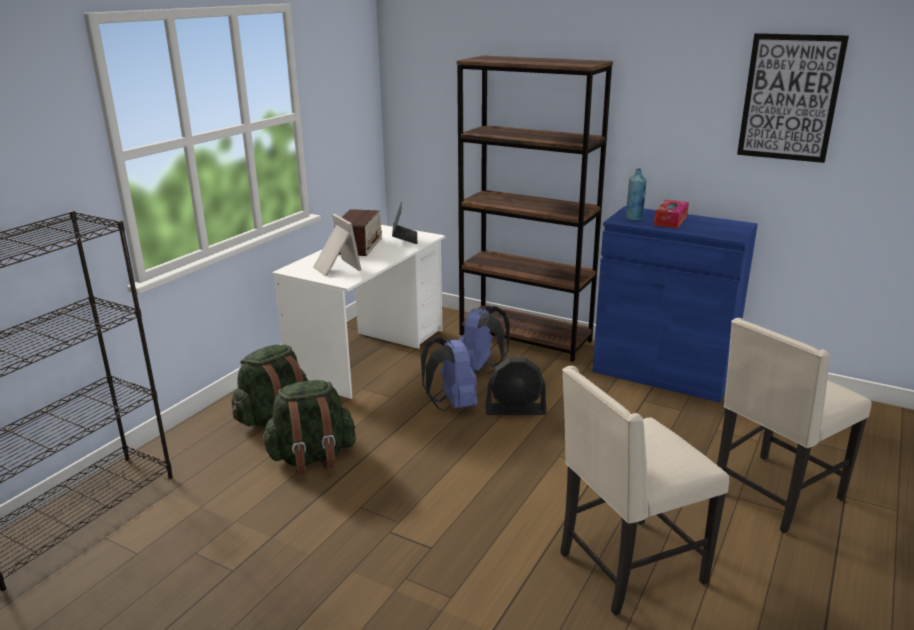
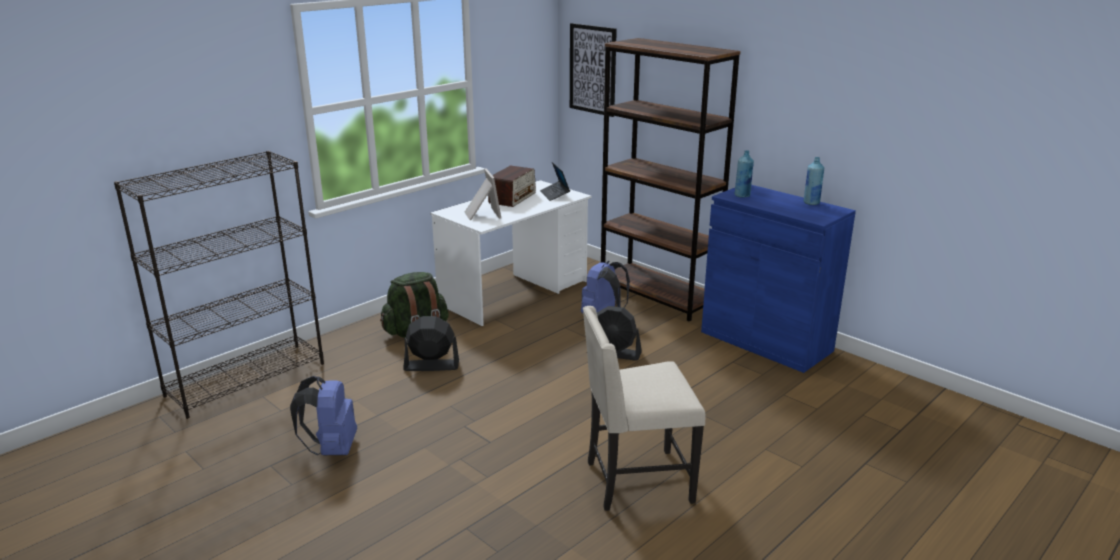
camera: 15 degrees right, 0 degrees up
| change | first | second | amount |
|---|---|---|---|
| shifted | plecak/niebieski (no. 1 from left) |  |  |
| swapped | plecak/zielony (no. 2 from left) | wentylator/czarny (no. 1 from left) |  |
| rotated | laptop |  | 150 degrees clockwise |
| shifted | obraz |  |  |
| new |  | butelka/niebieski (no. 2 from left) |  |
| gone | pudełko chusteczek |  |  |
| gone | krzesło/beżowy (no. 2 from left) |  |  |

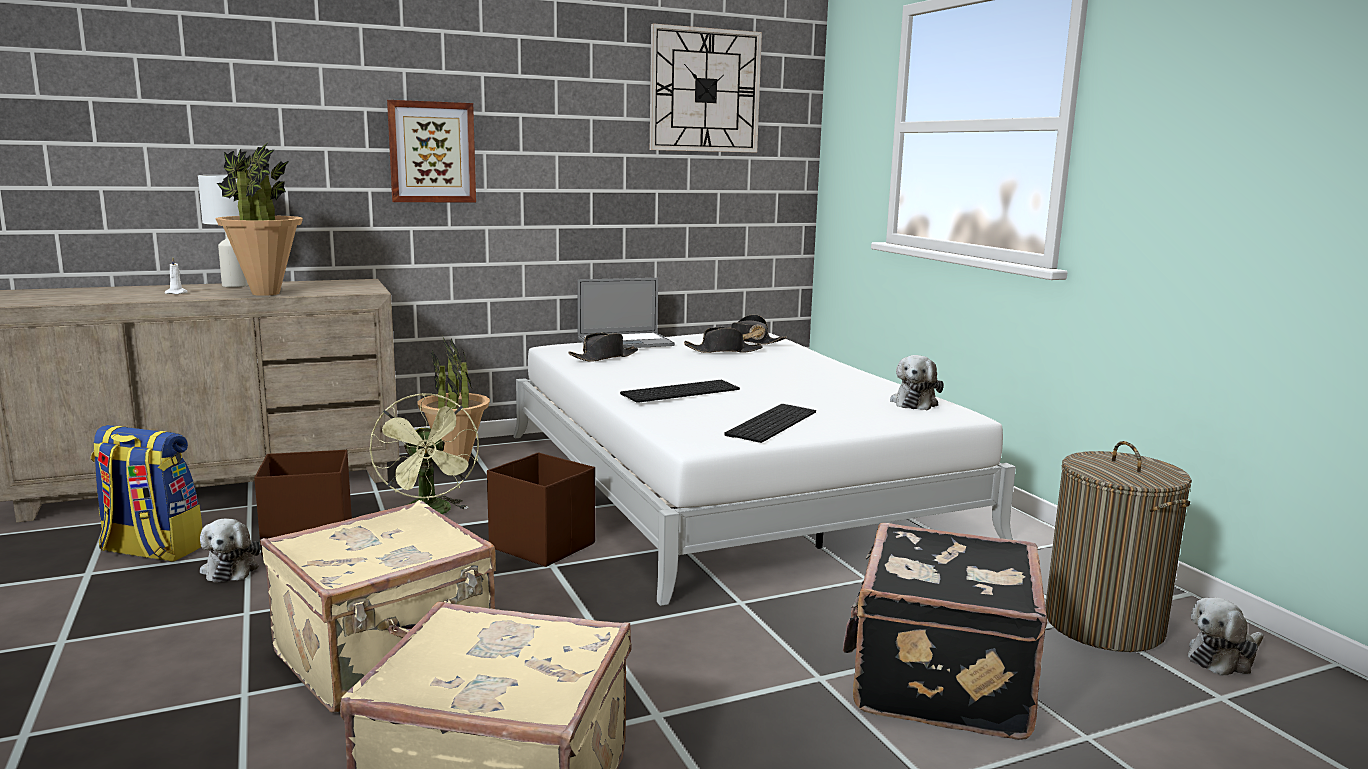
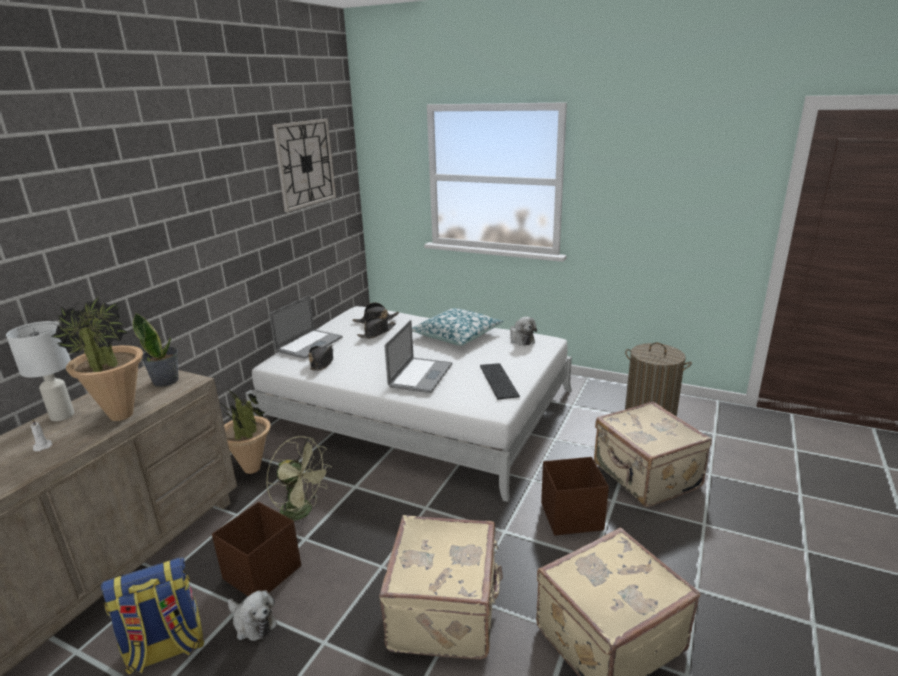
camera: 40 degrees left, 10 degrees up
| change | first | second | amount |
|---|---|---|---|
| new |  | roślina doniczkowa (no. 2 from left) |  |
| swapped | klawiatura (no. 1 from left) | laptop (no. 2 from left) |  |
| new |  | poduszka |  |
| shifted | pojemnik do przechowywania/brązowy (no. 2 from left) |  |  |
| repainted | walizka/czarny | walizka/beżowy (no. 3 from left) |  |
| gone | obraz |  |  |
| gone | pluszak (no. 3 from left) |  |  |

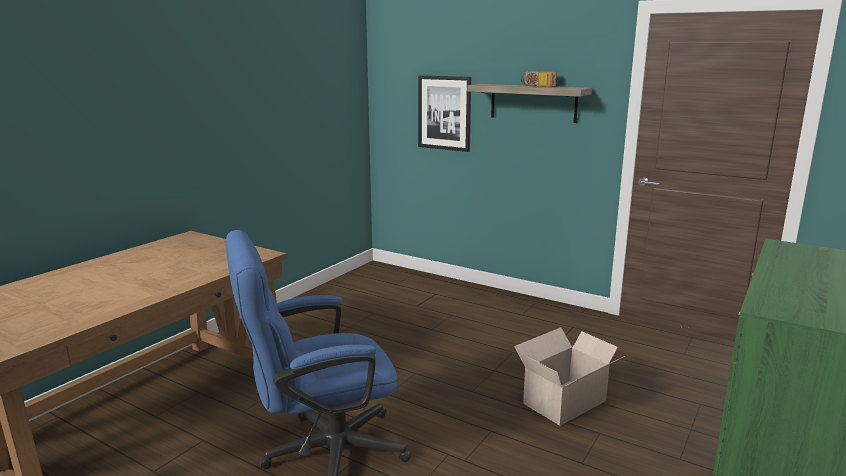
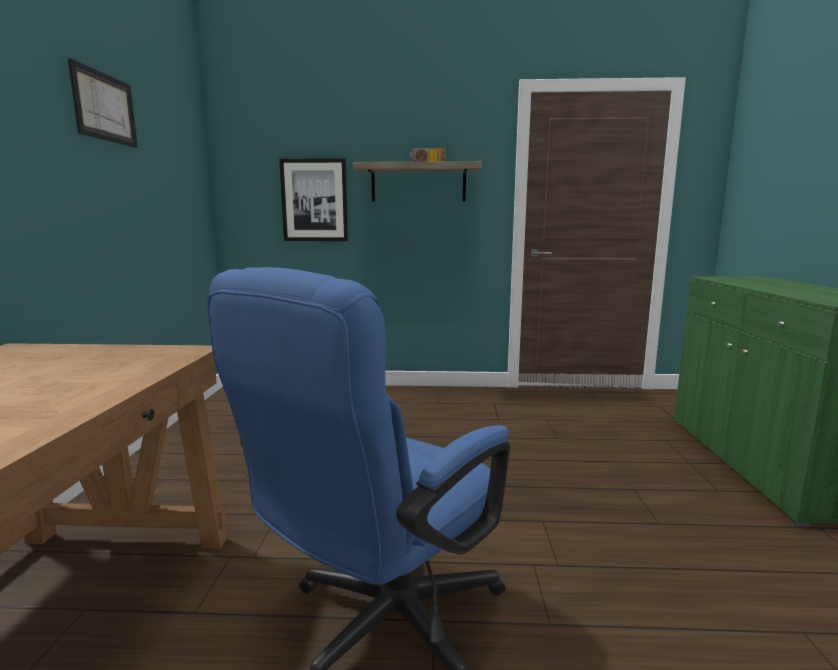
camera: 30 degrees left, 5 degrees down
| change | first | second | amount |
|---|---|---|---|
| new |  | obraz (no. 1 from left) |  |
| gone | karton |  |  |

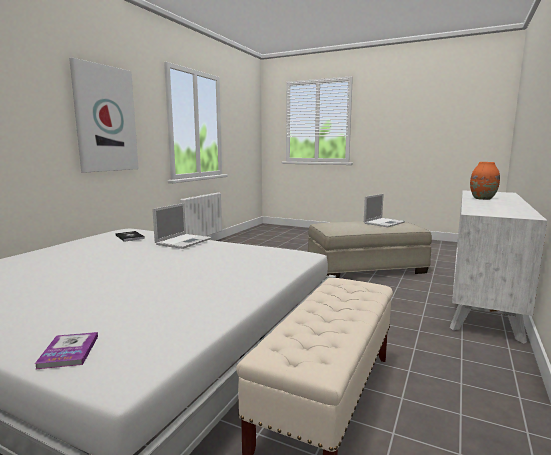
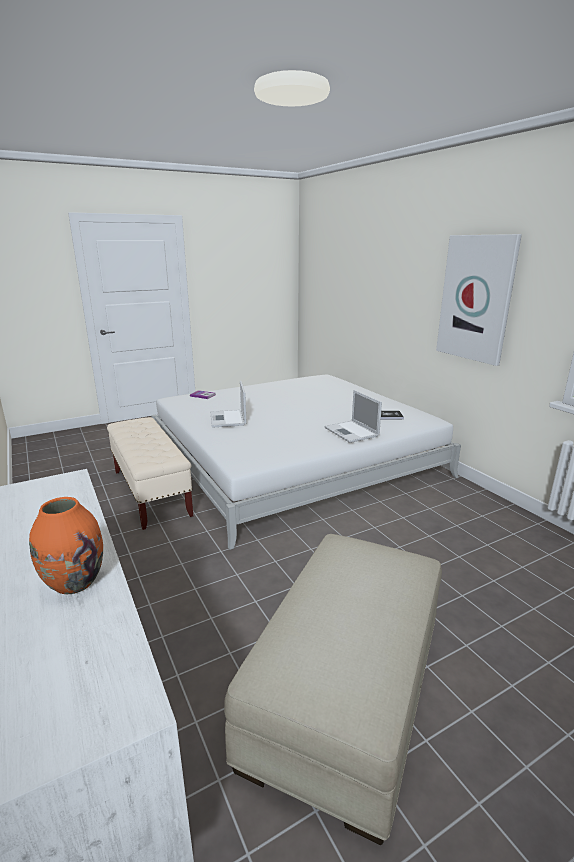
camera: 125 degrees right, 10 degrees up
| change | first | second | amount |
|---|---|---|---|
| shifted | laptop (no. 2 from left in the first image) | laptop (no. 1 from left) |  |

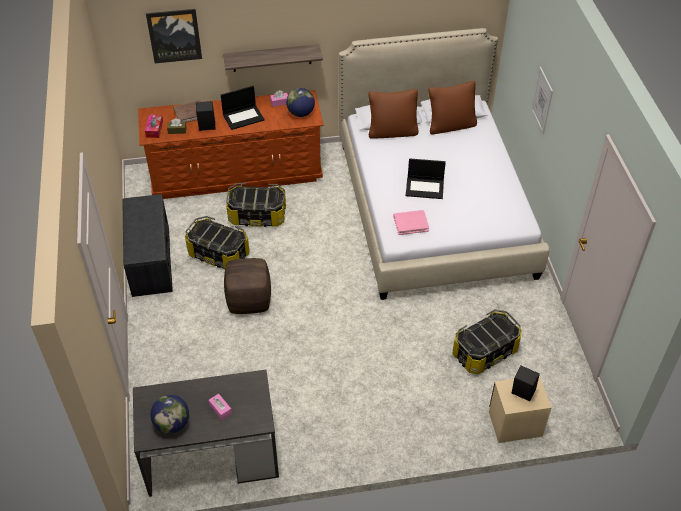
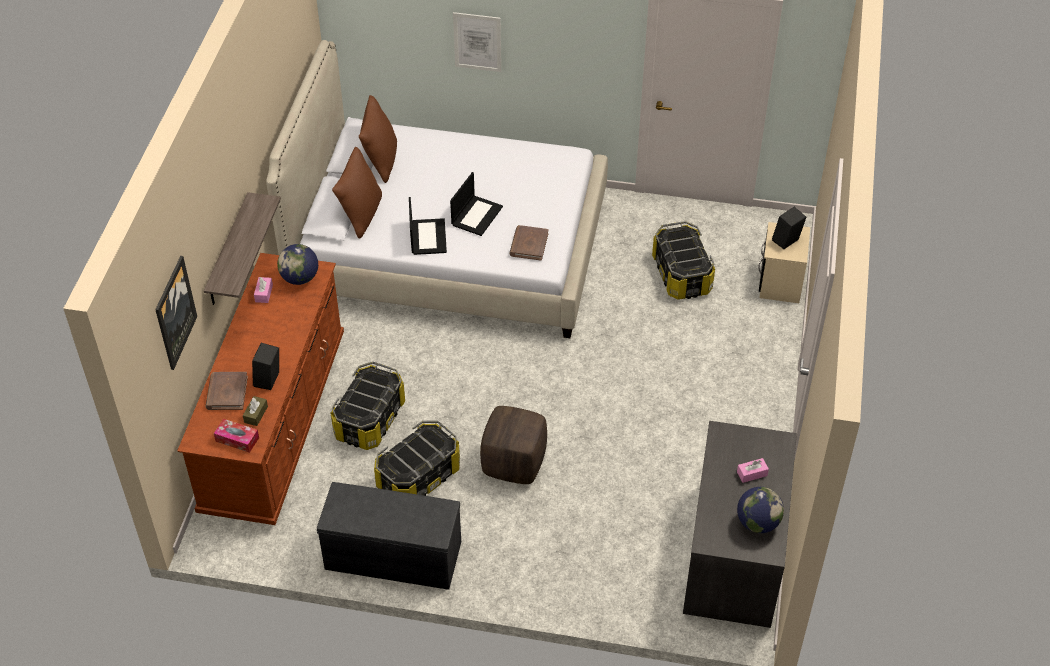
camera: 70 degrees left, 0 degrees up
| change | first | second | amount |
|---|---|---|---|
| shifted | laptop (no. 1 from left) |  |  |
| repainted | książka/różowy | książka/brązowy (no. 2 from left) |  |

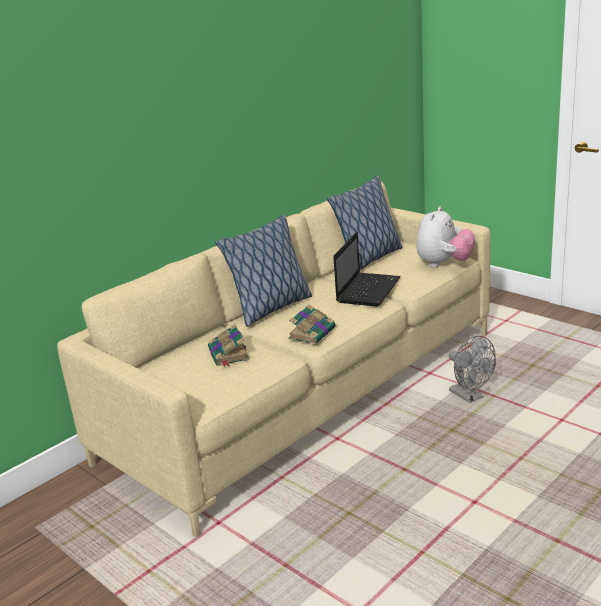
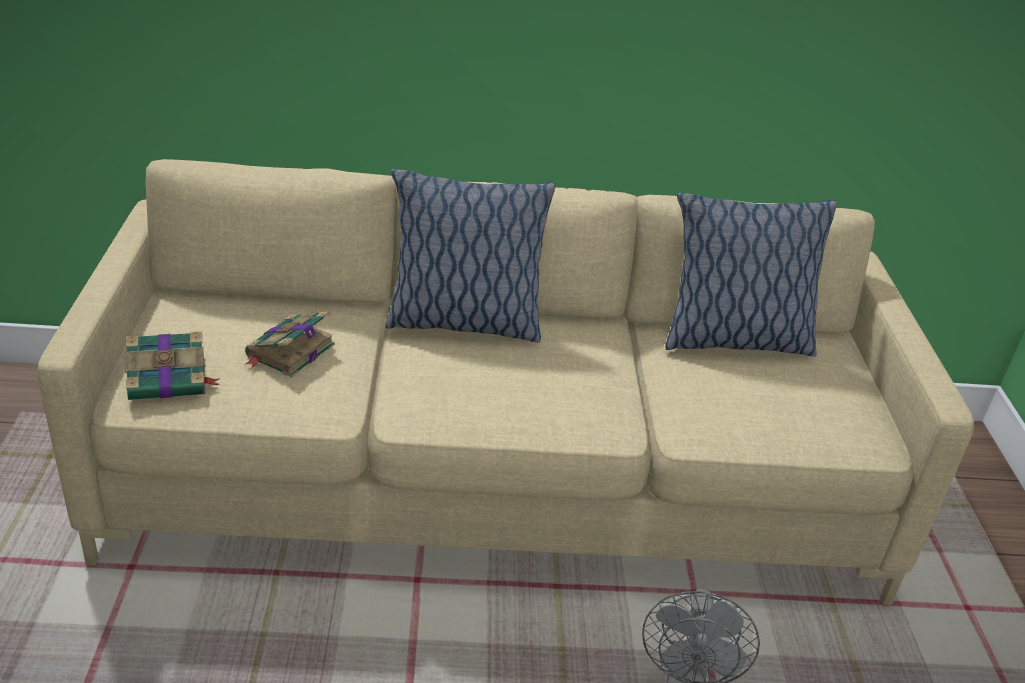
camera: 40 degrees right, 10 degrees up
| change | first | second | amount |
|---|---|---|---|
| shifted | książka (no. 2 from left in the first image) | książka (no. 1 from left) |  |
| gone | laptop |  |  |
| gone | pluszak |  |  |

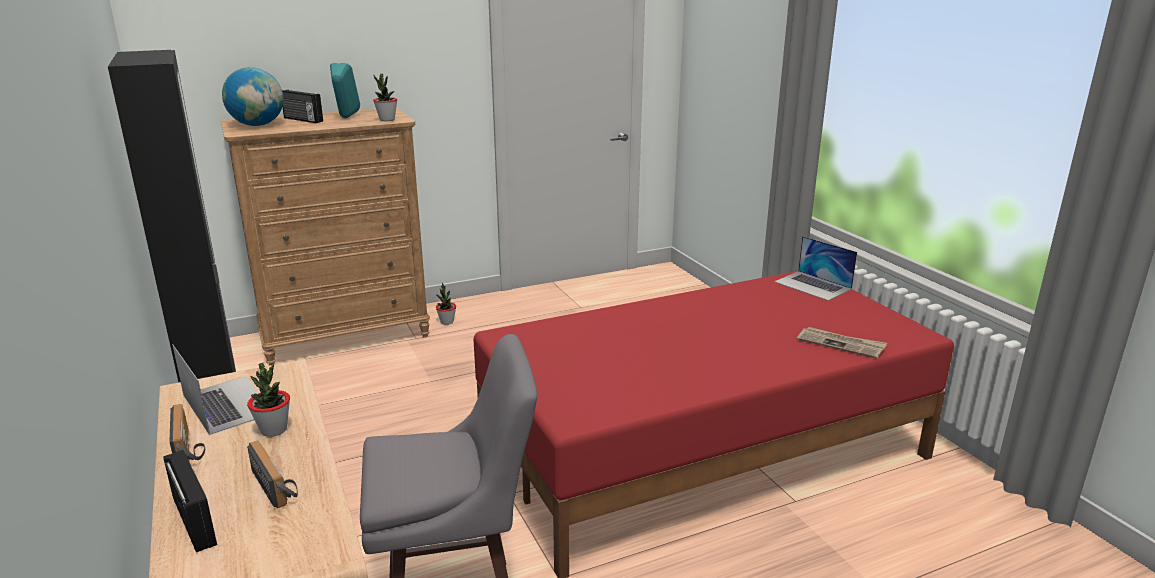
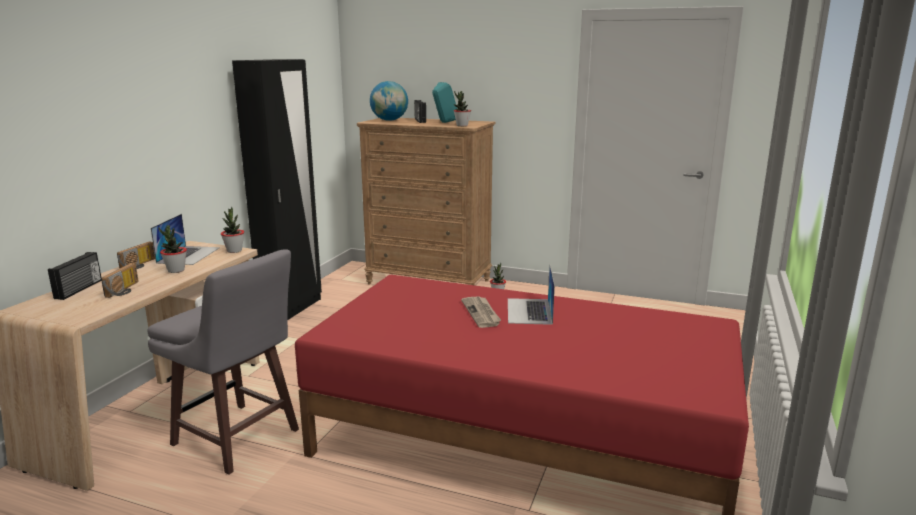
camera: 45 degrees right, 5 degrees down
| change | first | second | amount |
|---|---|---|---|
| new |  | roślina doniczkowa (no. 2 from left) |  |
| shifted | gazeta |  |  |
| shifted | laptop (no. 2 from left) |  |  |

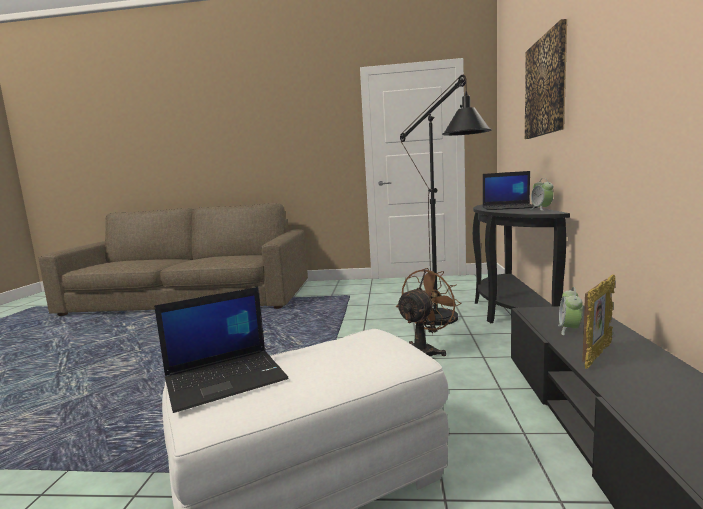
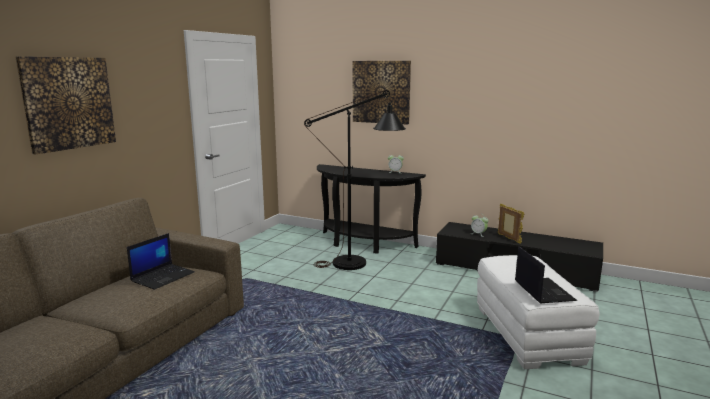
camera: 70 degrees left, 5 degrees up
| change | first | second | amount |
|---|---|---|---|
| new |  | obraz (no. 1 from left) |  |
| shifted | laptop (no. 2 from left in the first image) | laptop (no. 1 from left) |  |
| gone | wentylator/brązowy |  |  |

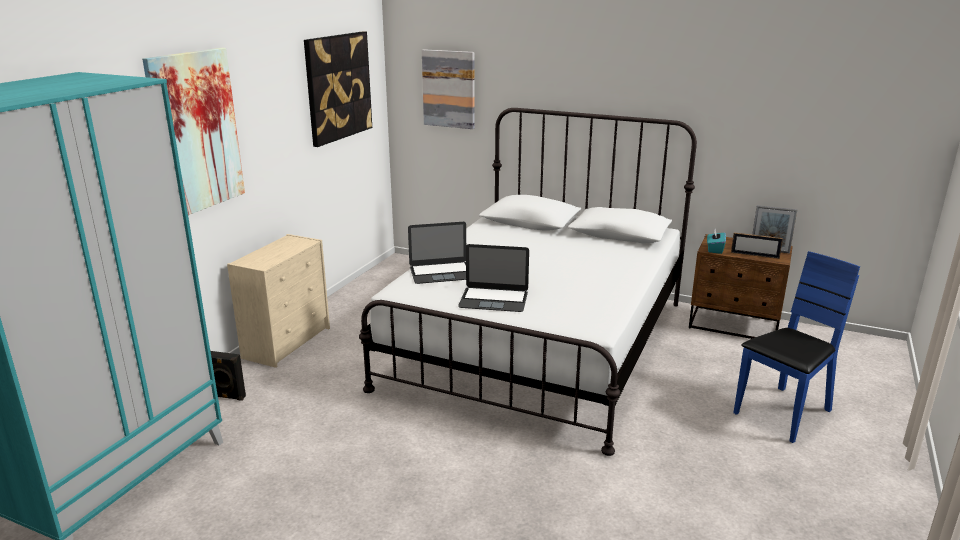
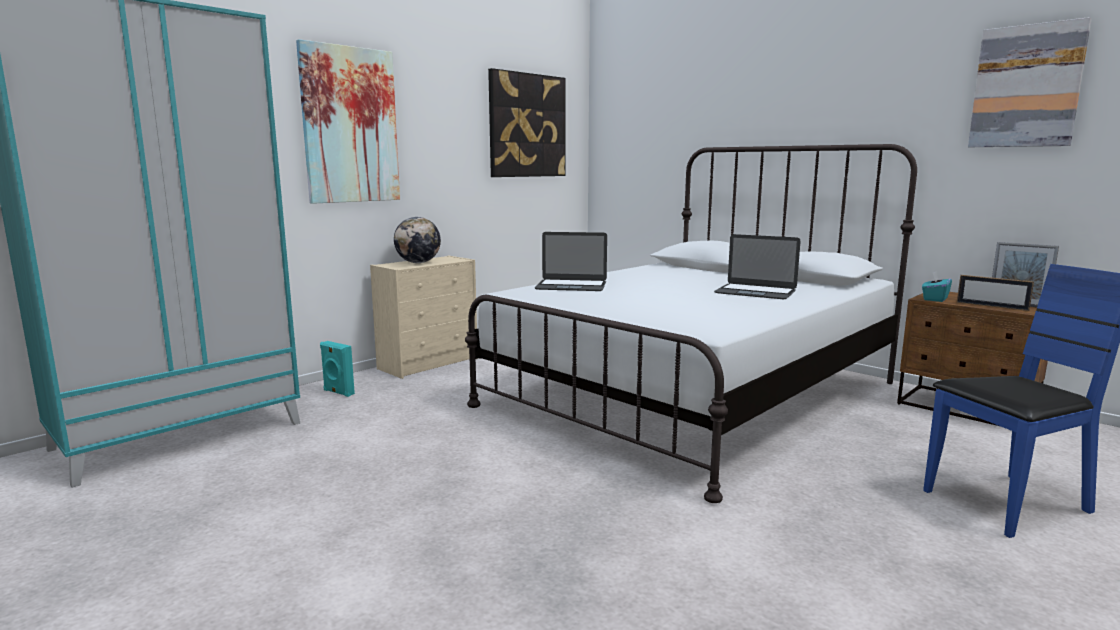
camera: 20 degrees right, 10 degrees down
| change | first | second | amount |
|---|---|---|---|
| repainted | głośnik/czarny | głośnik/turkusowy |  |
| new |  | globus |  |
| shifted | laptop (no. 2 from left) |  |  |
| shifted | obraz (no. 3 from left) |  |  |

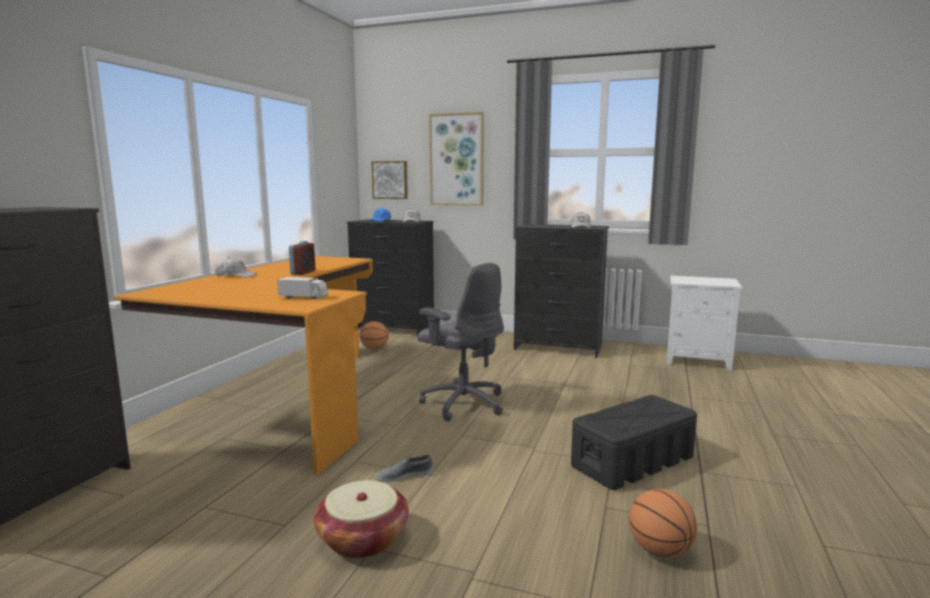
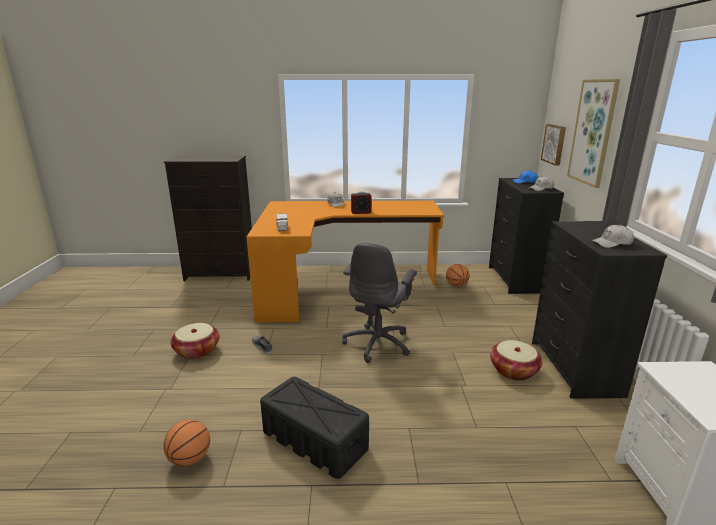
camera: 70 degrees right, 10 degrees up
| change | first | second | amount |
|---|---|---|---|
| new |  | koszyk (no. 2 from left) |  |

